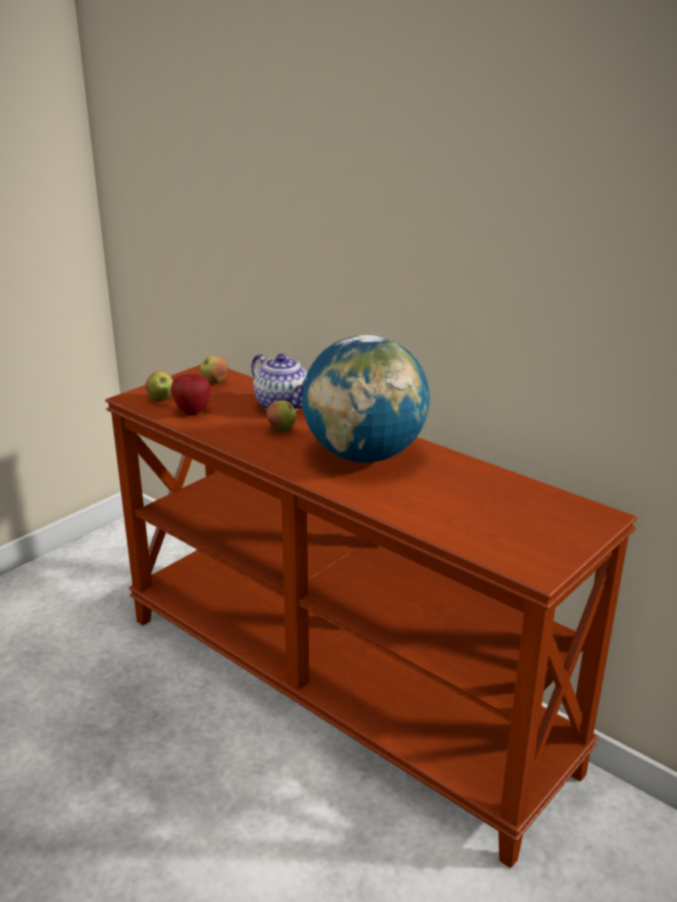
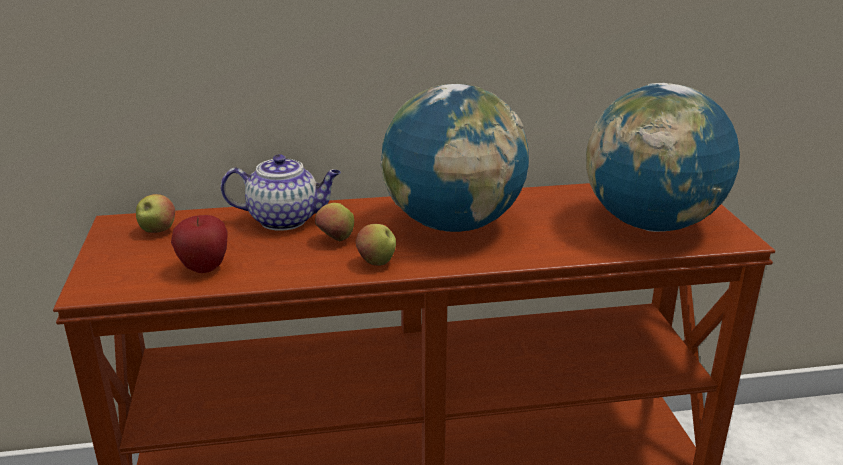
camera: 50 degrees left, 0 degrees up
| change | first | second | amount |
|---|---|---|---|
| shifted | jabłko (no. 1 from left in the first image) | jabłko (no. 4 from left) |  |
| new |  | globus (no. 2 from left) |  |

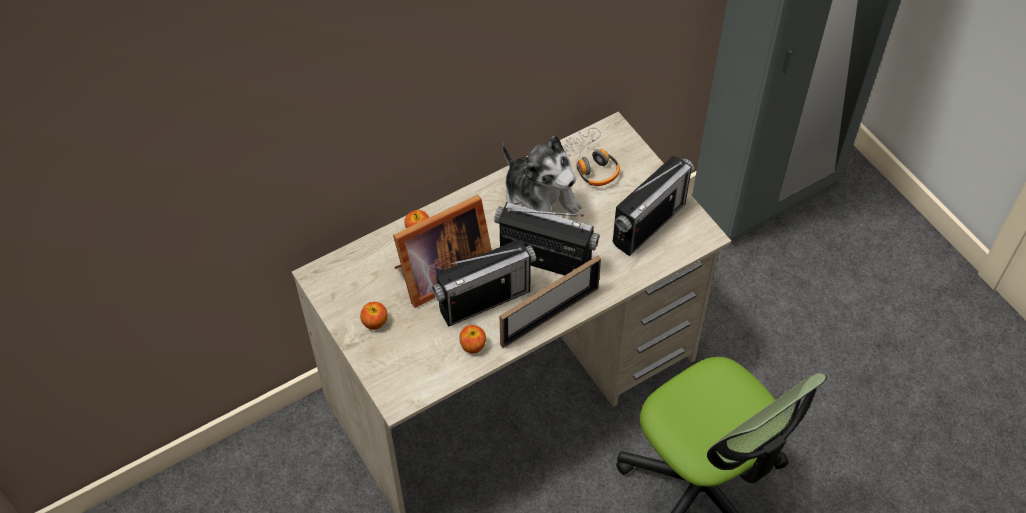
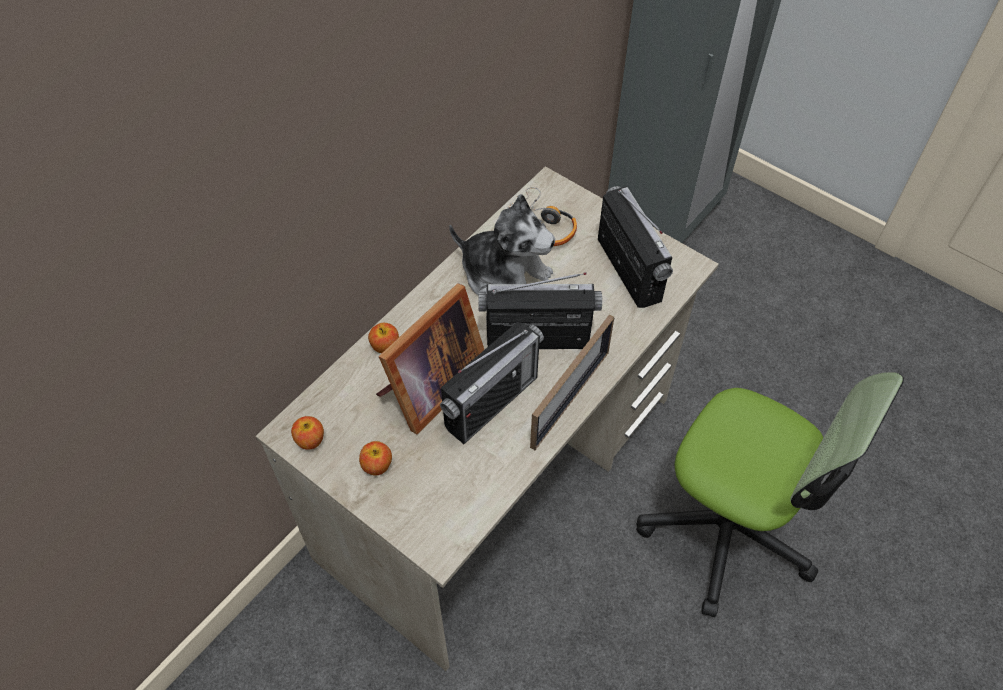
camera: 20 degrees left, 0 degrees up
| change | first | second | amount |
|---|---|---|---|
| shifted | jabłko (no. 3 from left in the first image) | jabłko (no. 1 from left) |  |
| rotated | radio (no. 3 from left) |  | 45 degrees counterclockwise |

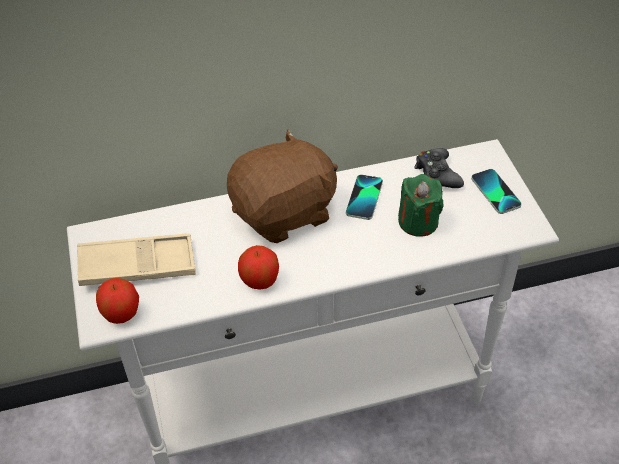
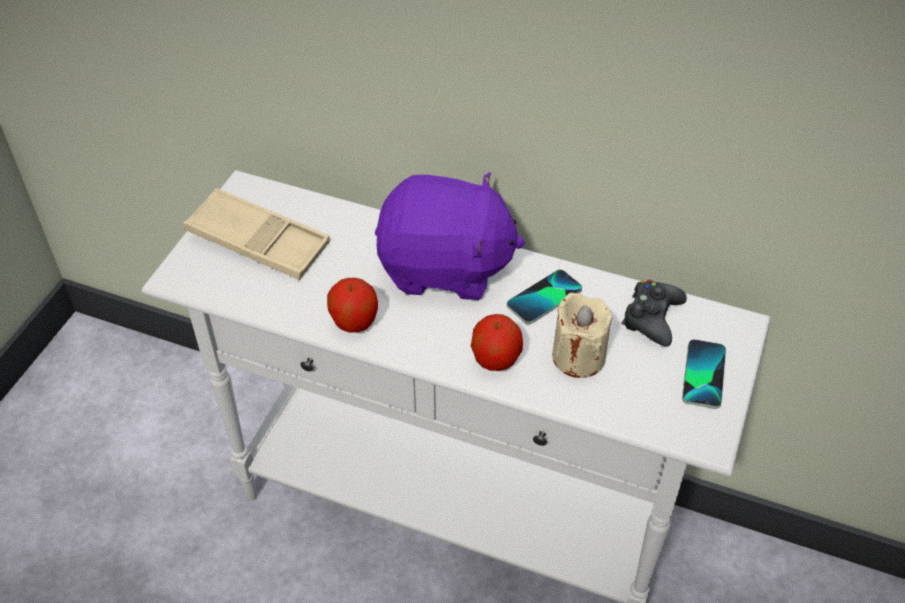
camera: 35 degrees right, 0 degrees up
| change | first | second | amount |
|---|---|---|---|
| repainted | pluszak/brązowy | pluszak/fioletowy |  |
| shifted | jabłko (no. 1 from left in the first image) | jabłko (no. 2 from left) |  |
| repainted | świeca/zielony | świeca/beżowy |  |

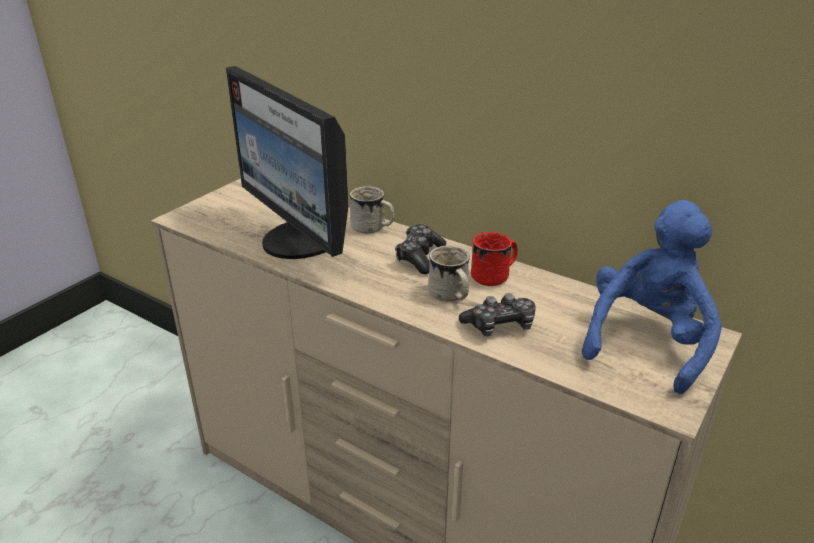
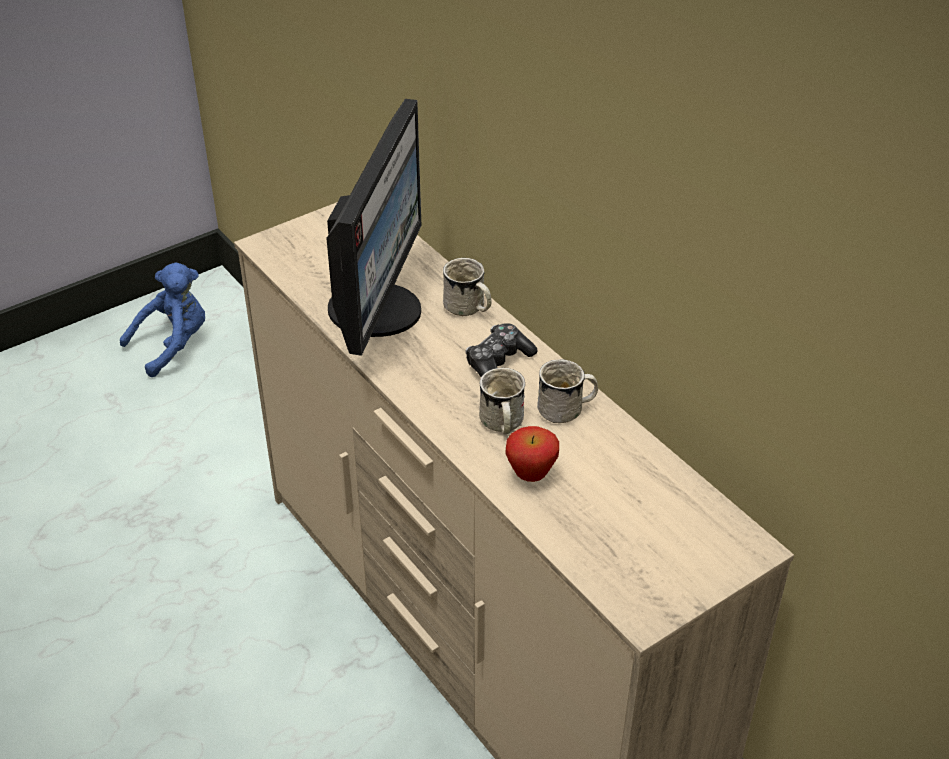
camera: 20 degrees right, 10 degrees up
| change | first | second | amount |
|---|---|---|---|
| shifted | pluszak/niebieski |  |  |
| rotated | monitor |  | 150 degrees counterclockwise |
| swapped | pad do gier (no. 2 from left) | jabłko |  |
| repainted | kubek/czerwony | kubek/biały (no. 3 from left) |  |

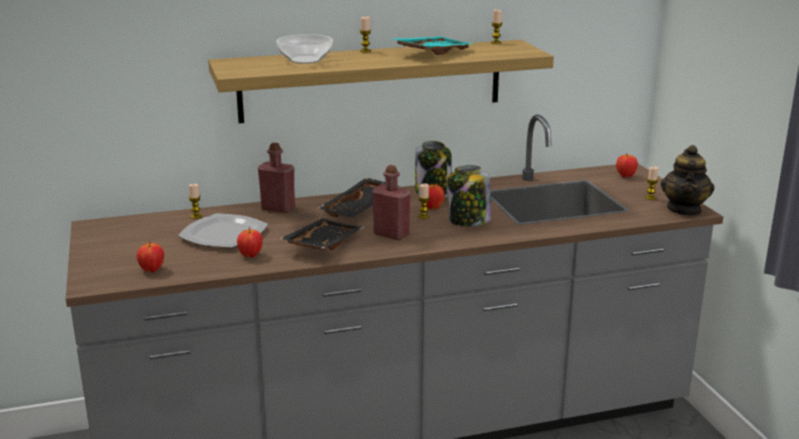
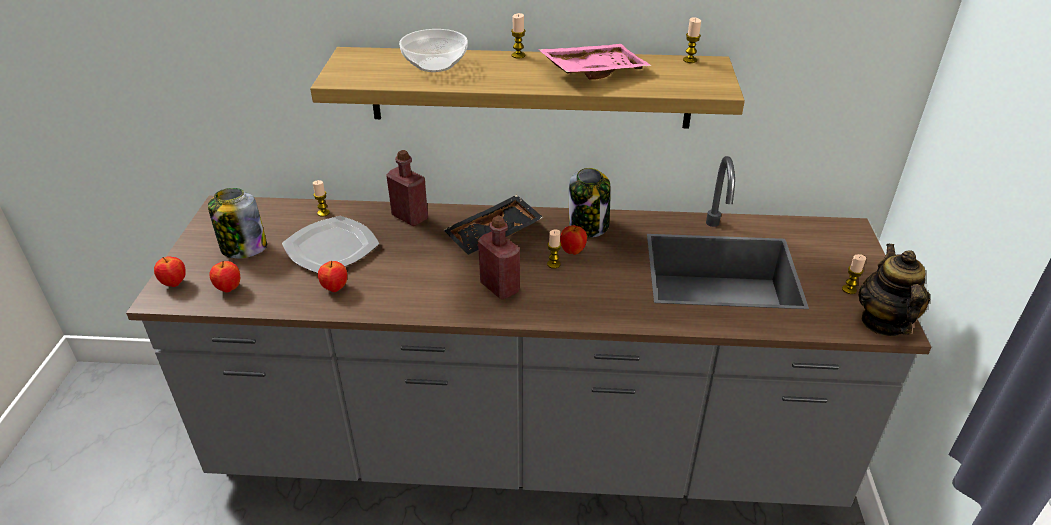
camera: 20 degrees right, 15 degrees up
| change | first | second | amount |
|---|---|---|---|
| shifted | jabłko (no. 4 from left in the first image) | jabłko (no. 1 from left) |  |
| shifted | słoik (no. 2 from left in the first image) | słoik (no. 1 from left) |  |
| repainted | taca/turkusowy | taca/różowy |  |
| rotated | imbryk |  | 150 degrees clockwise |
| gone | taca/czarny (no. 1 from left) |  |  |

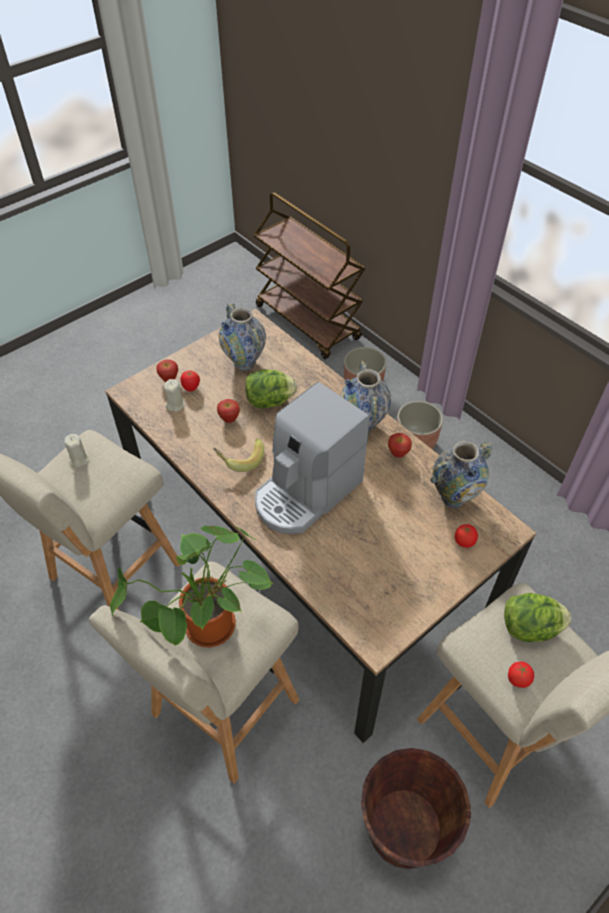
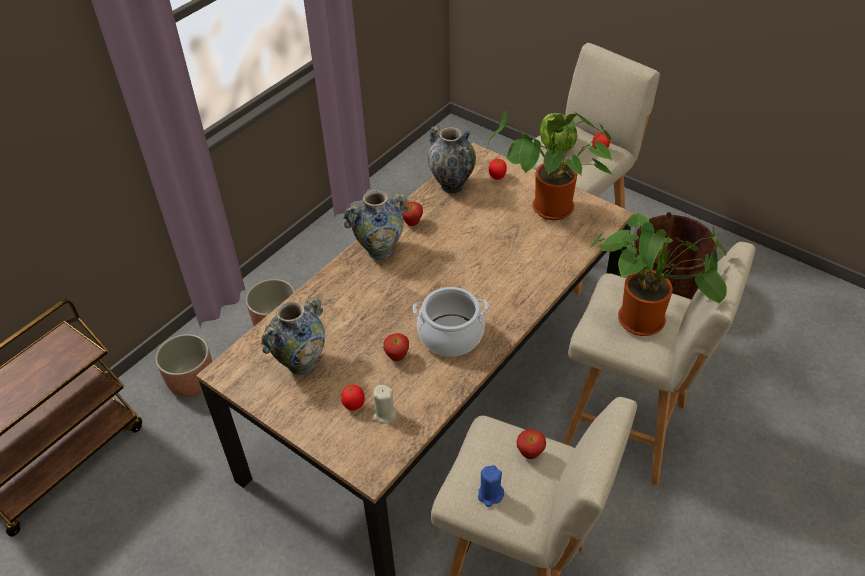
camera: 100 degrees left, 5 degrees down
| change | first | second | amount |
|---|---|---|---|
| swapped | banan | garnek |  |
| repainted | świeca/beżowy (no. 1 from left) | świeca/niebieski |  |
| new |  | roślina doniczkowa (no. 1 from left) |  |
| shifted | jabłko (no. 1 from left in the first image) | jabłko (no. 3 from left) |  |
| gone | sałata (no. 1 from left) |  |  |
| gone | ekspres do kawy |  |  |

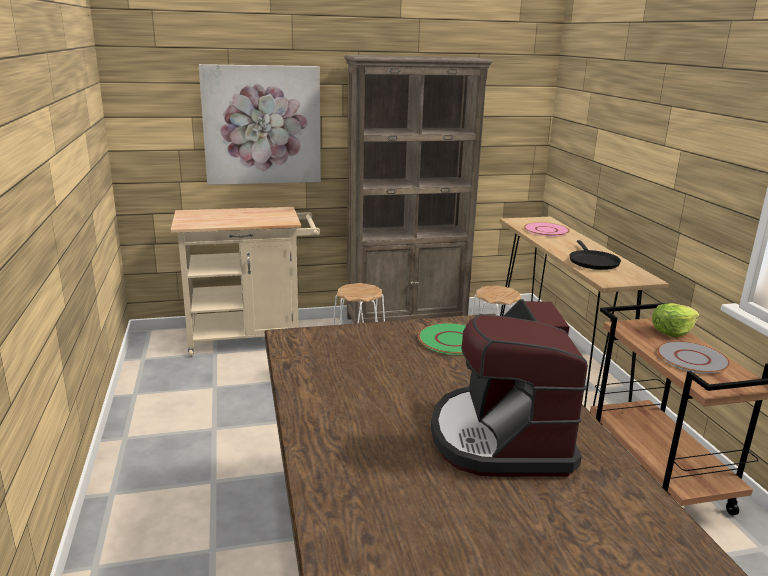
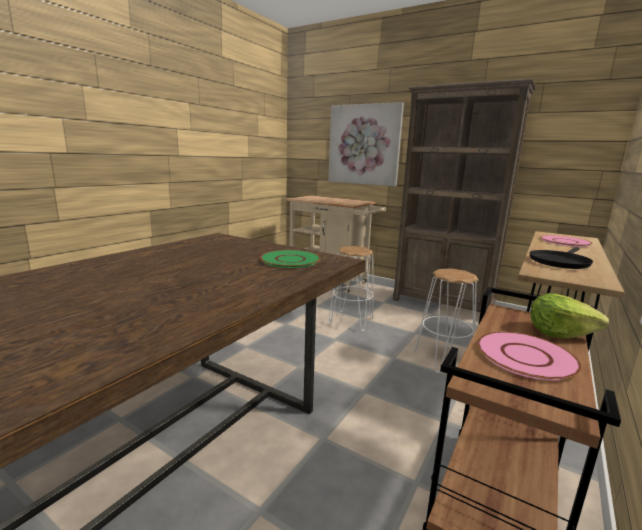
camera: 45 degrees right, 5 degrees down
| change | first | second | amount |
|---|---|---|---|
| repainted | talerz/szary | talerz/różowy (no. 1 from left) |  |
| gone | ekspres do kawy |  |  |

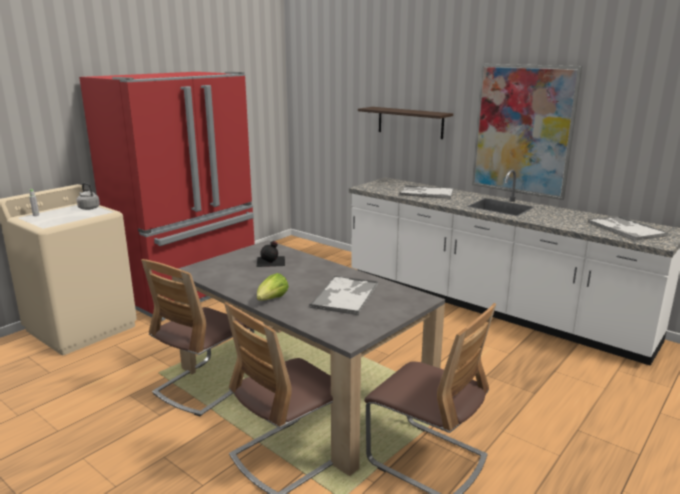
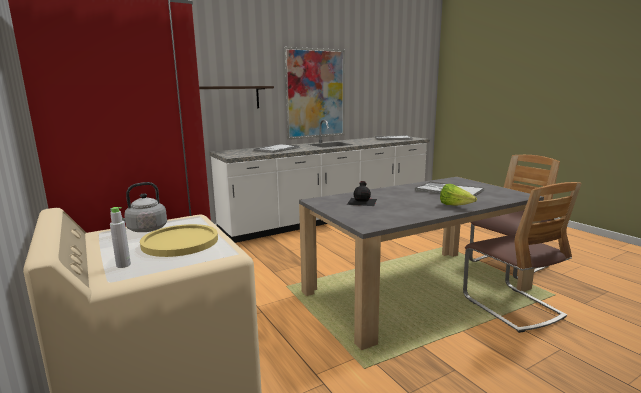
camera: 70 degrees left, 5 degrees down
| change | first | second | amount |
|---|---|---|---|
| new |  | talerz/żółty |  |
| gone | krzesło (no. 1 from left) |  |  |

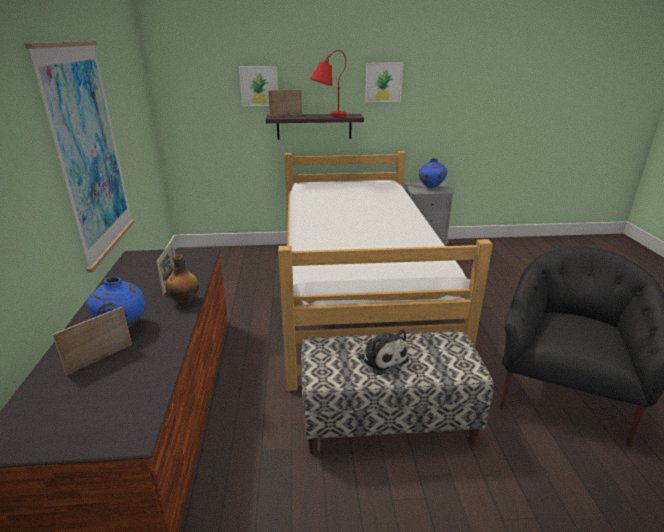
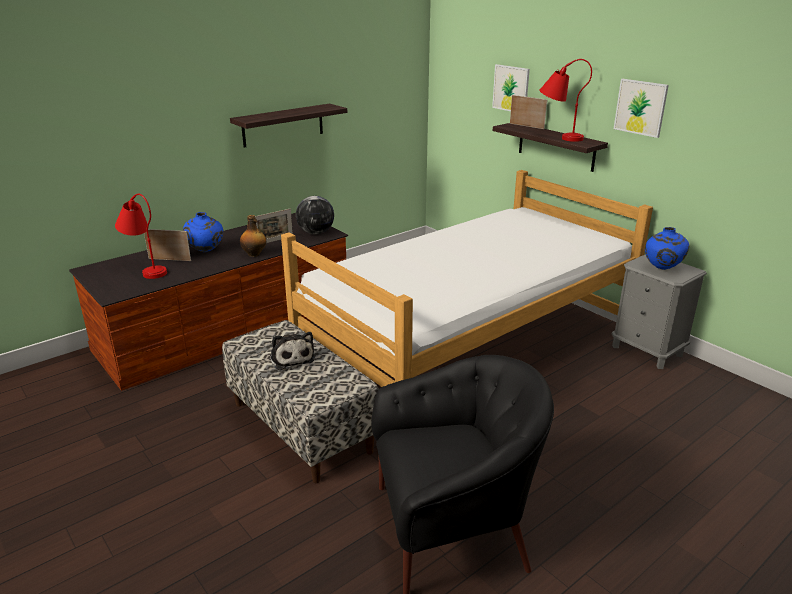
camera: 55 degrees right, 0 degrees up
| change | first | second | amount |
|---|---|---|---|
| new |  | lampa stołowa/czerwony (no. 1 from left) |  |
| swapped | obraz (no. 1 from left) | półka (no. 1 from left) |  |
| rotated | pluszak |  | 45 degrees counterclockwise |
| new |  | globus |  |

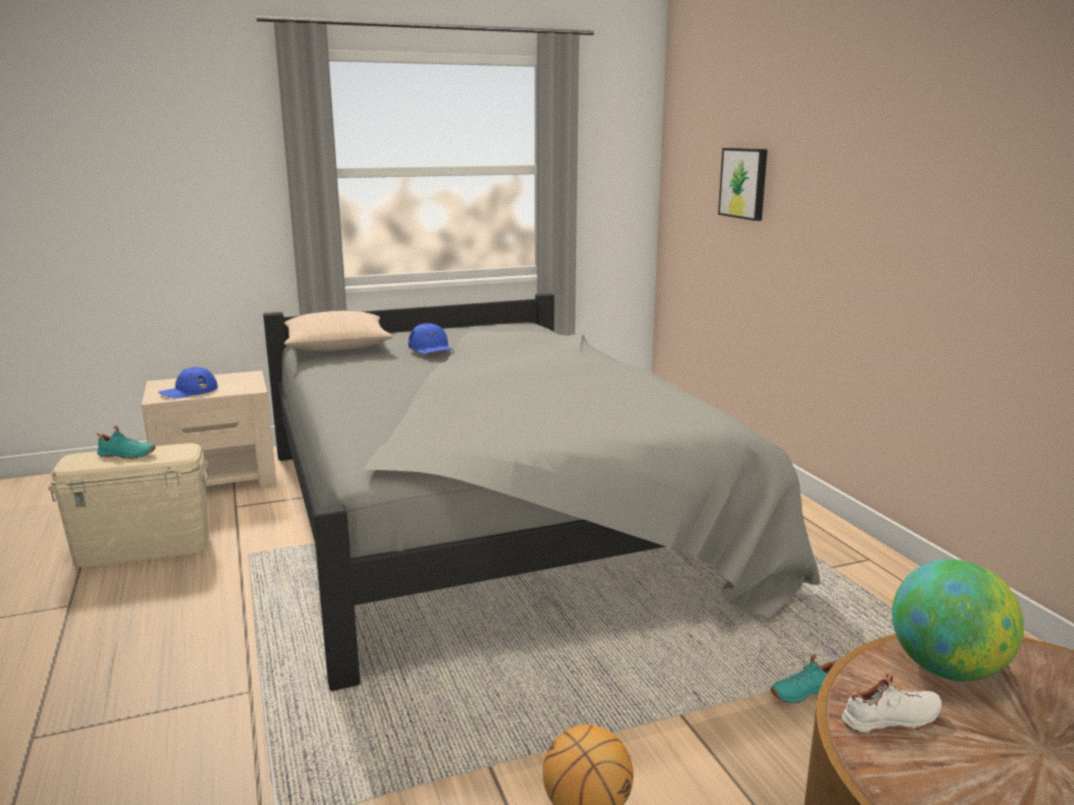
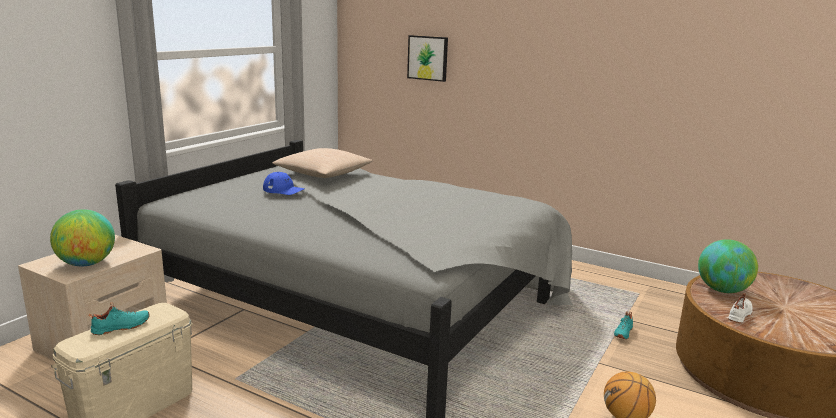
camera: 40 degrees left, 0 degrees up
| change | first | second | amount |
|---|---|---|---|
| swapped | czapka z daszkiem/niebieski (no. 1 from left) | globus (no. 1 from left) |  |
| shifted | poduszka/beżowy |  |  |

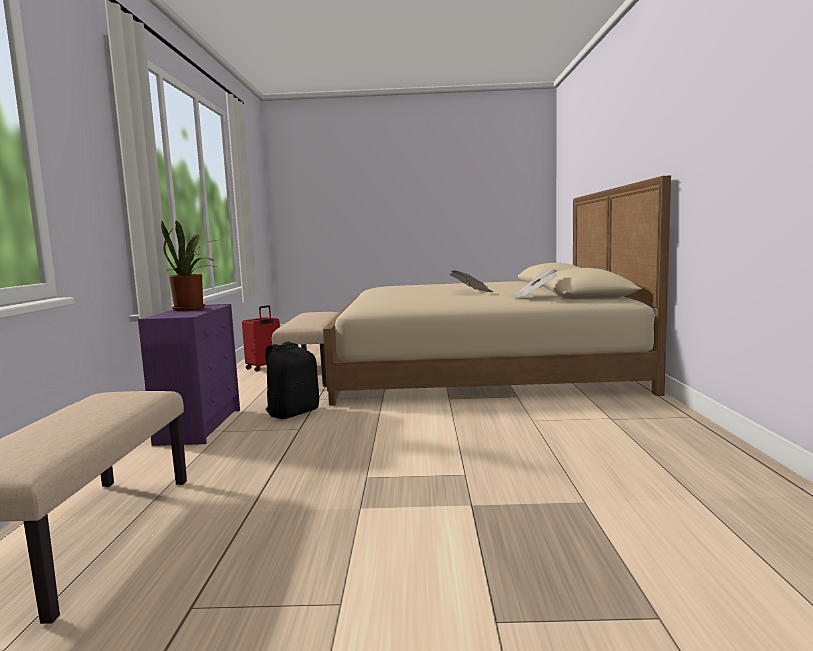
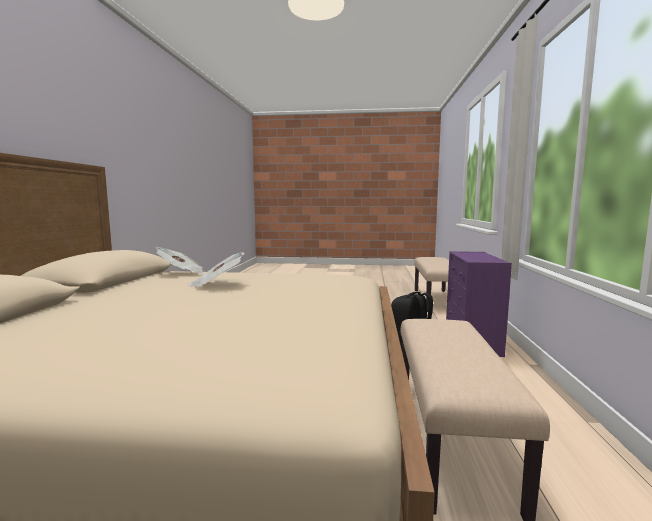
camera: 175 degrees left, 0 degrees up
| change | first | second | amount |
|---|---|---|---|
| gone | roślina doniczkowa |  |  |
| gone | walizka/czerwony |  |  |

